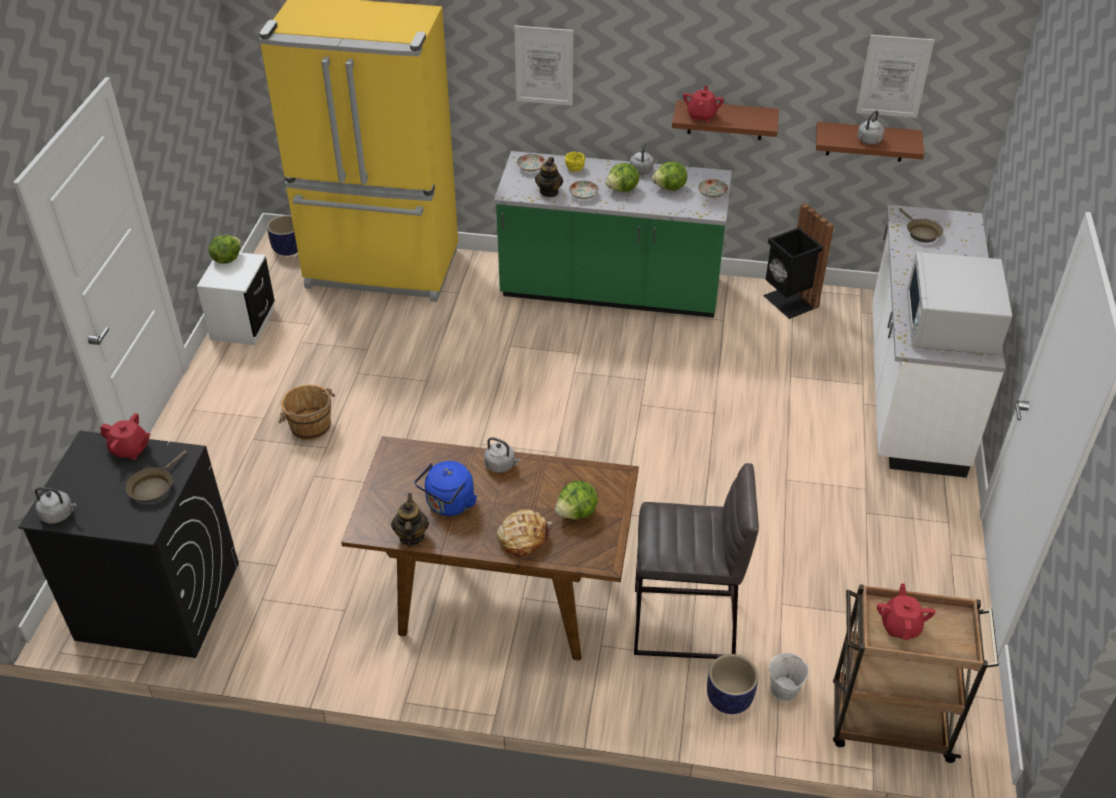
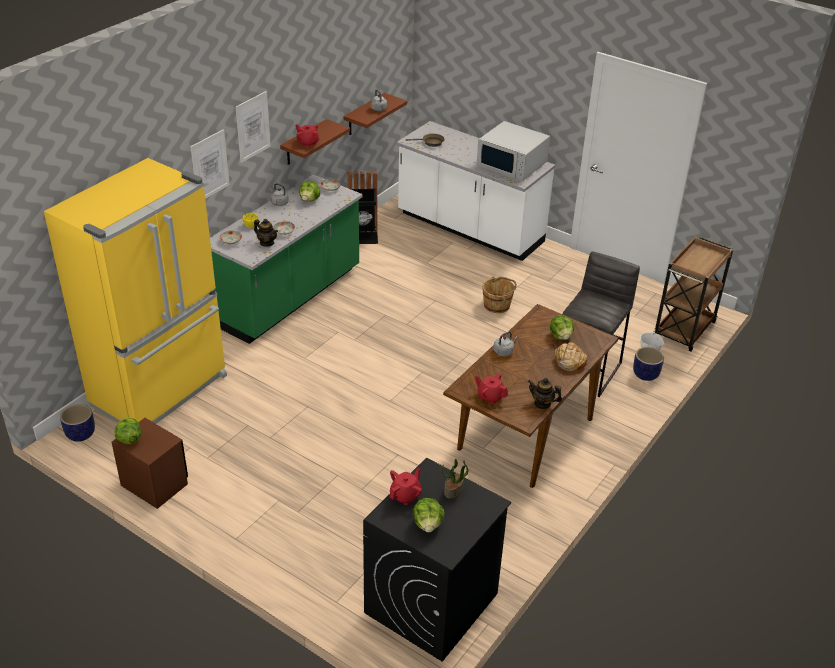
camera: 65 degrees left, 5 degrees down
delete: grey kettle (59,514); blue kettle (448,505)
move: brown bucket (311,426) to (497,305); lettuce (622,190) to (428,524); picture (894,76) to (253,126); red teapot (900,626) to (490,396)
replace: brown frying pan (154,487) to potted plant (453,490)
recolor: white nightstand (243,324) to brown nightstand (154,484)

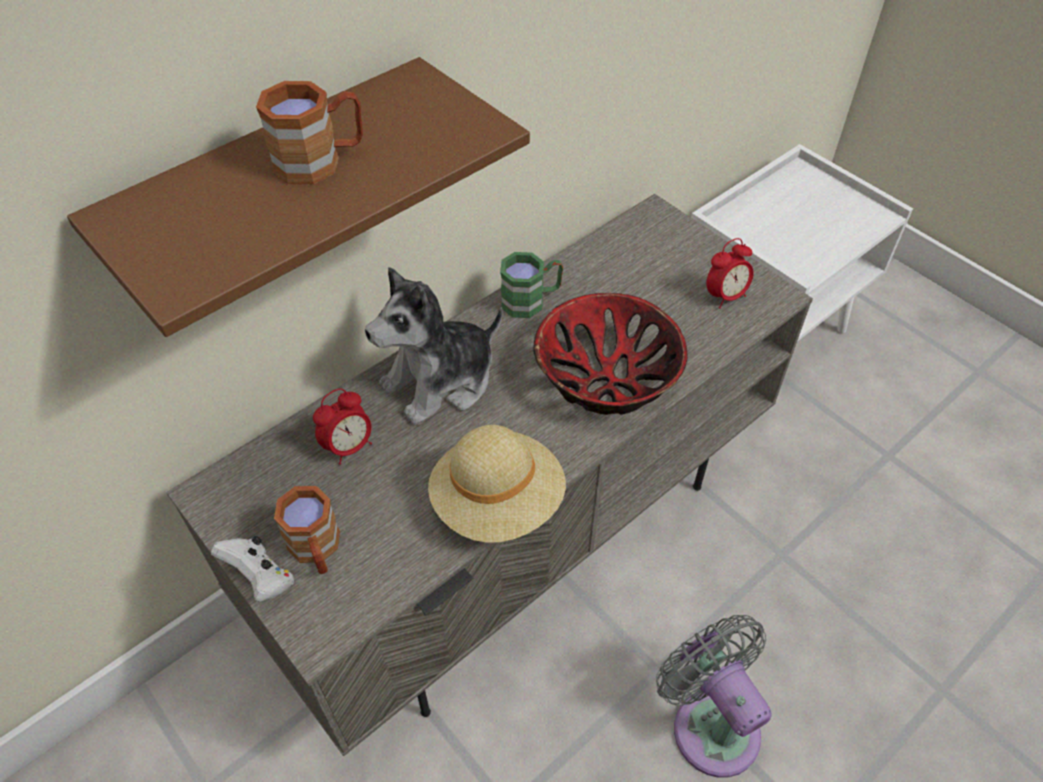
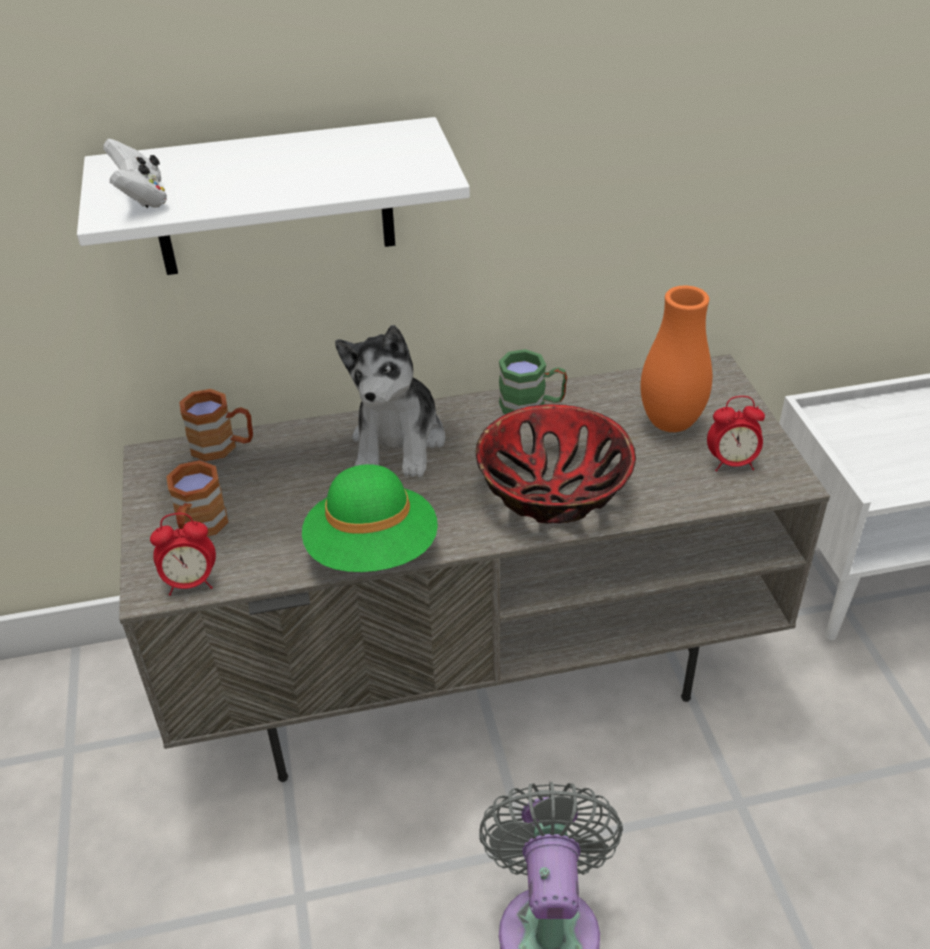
camera: 30 degrees right, 10 degrees down
insert: orange vase (670,423)
move: white game controller (261,578) to (141,198); brown mug (321,161) to (223,446); alarm clock (349,447) to (191,583)
recolor: brown shelf (275,191) to white shelf (273,199); beige hat (498,502) to green hat (373,551)
rotate: plush toy (441,381) = (398,442) 75 degrees counterclockwise

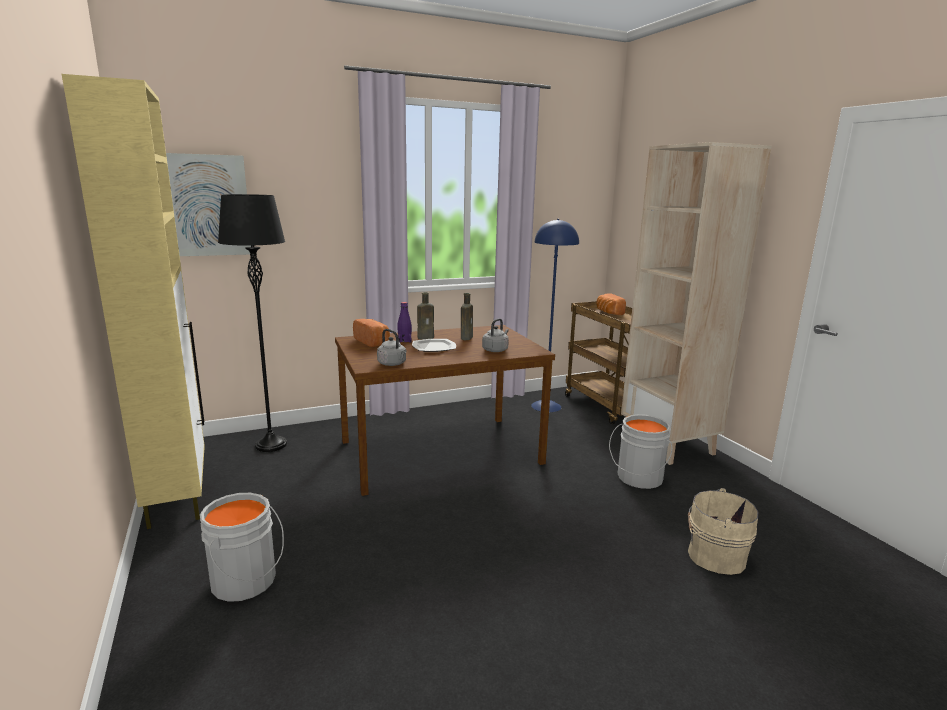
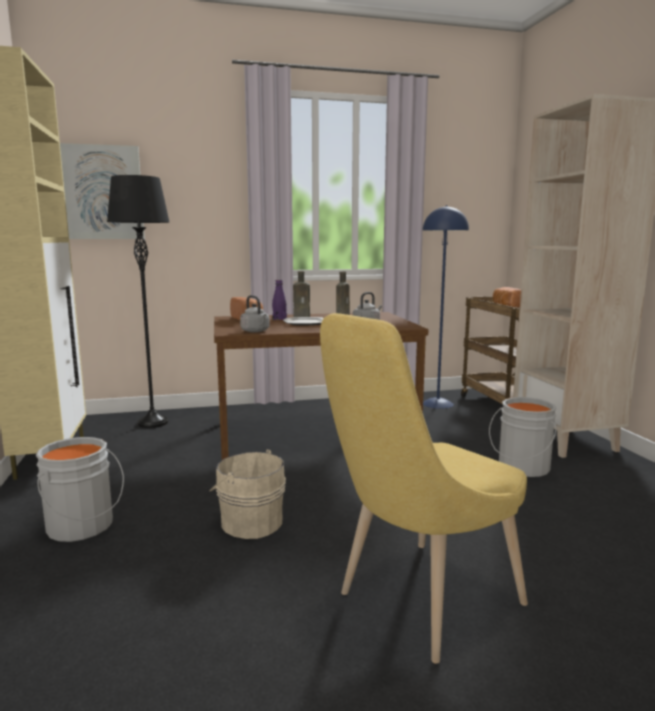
camera: 10 degrees right, 5 degrees down
insert: yellow chair (421,603)
move: beige bucket (713,555) to (250,522)

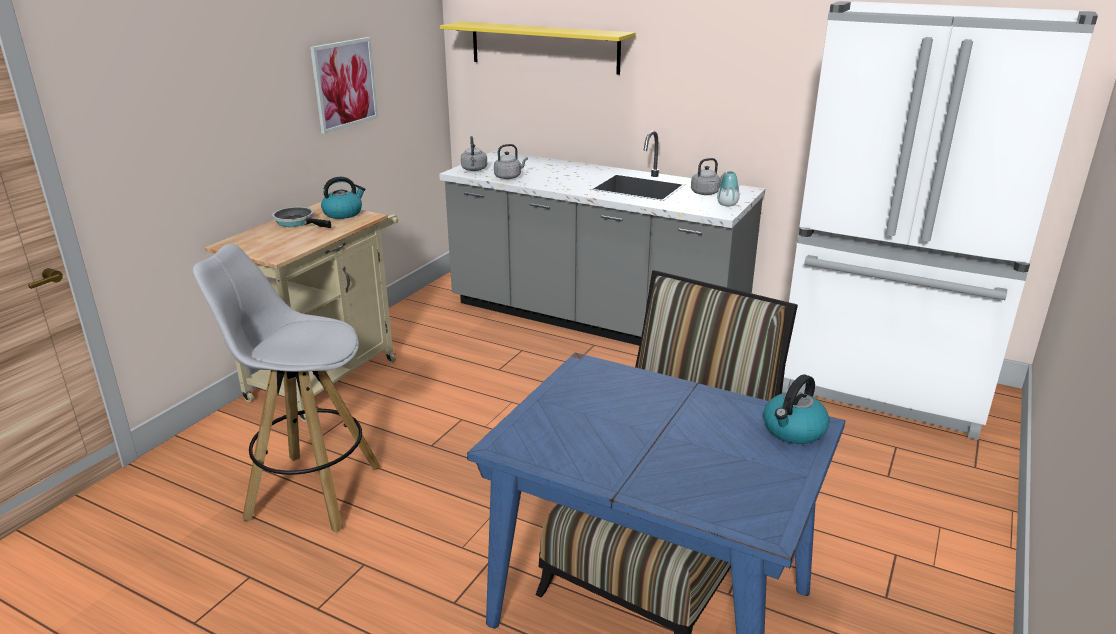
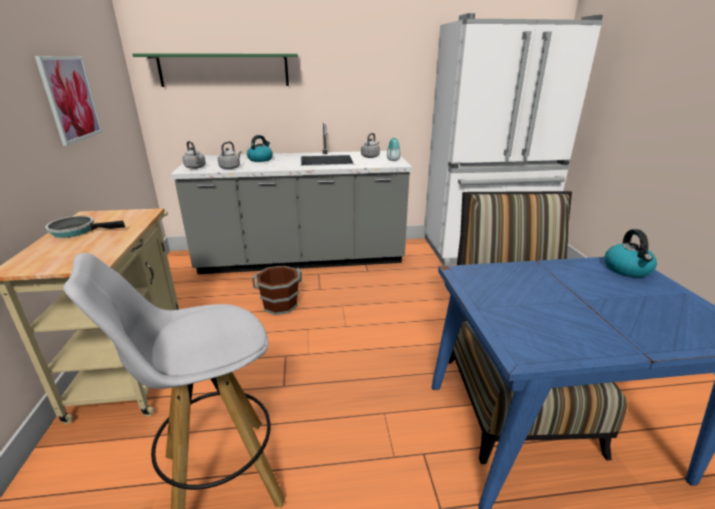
camera: 35 degrees left, 0 degrees up
insert: brown bucket (280,304)
move: kettle (343,213) to (260,159)
recolor: yellow shelf (544,47) to green shelf (224,70)

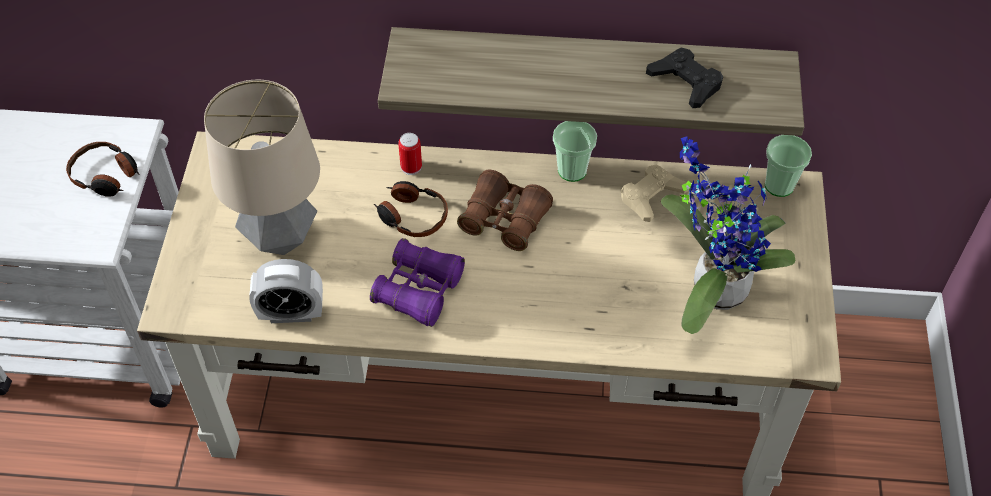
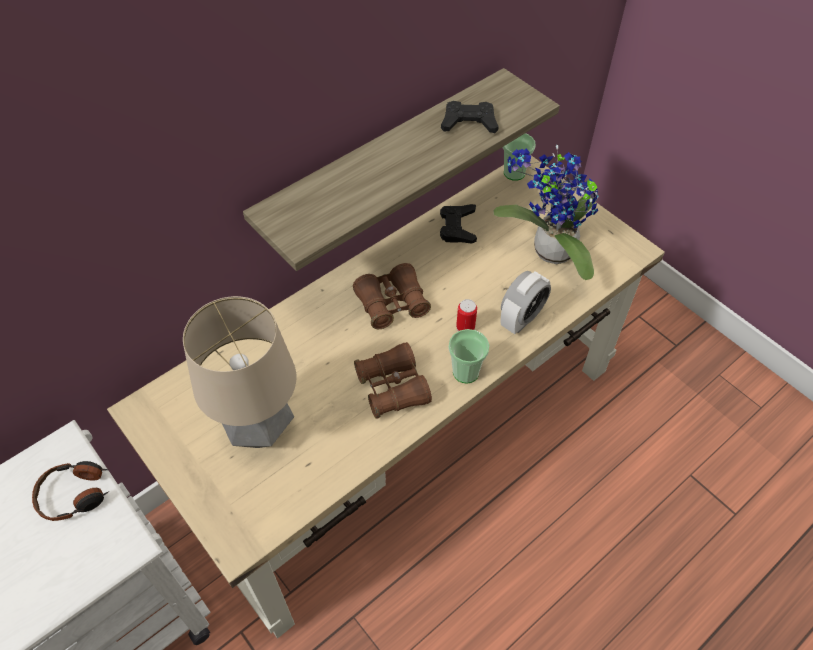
camera: 45 degrees left, 0 degrees up
delete: headphones (412,216)
move: alarm clock (291,313) to (521,319); can (411,167) to (465,327); cup (572,170) to (465,372)
recolor: purple binoculars (419,290) to brown binoculars (392,387); beige game controller (651,196) to black game controller (457,227)

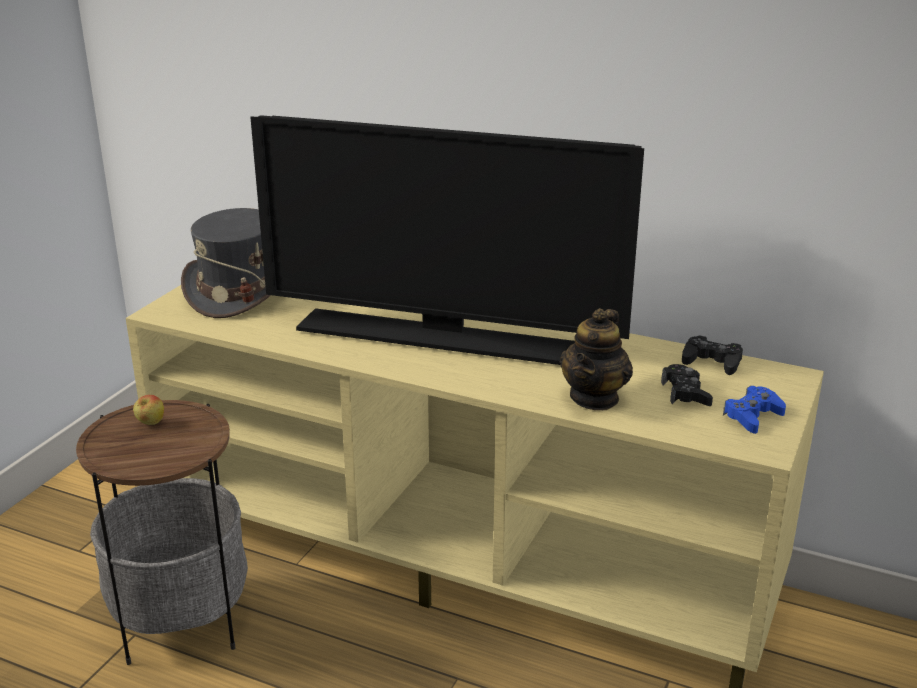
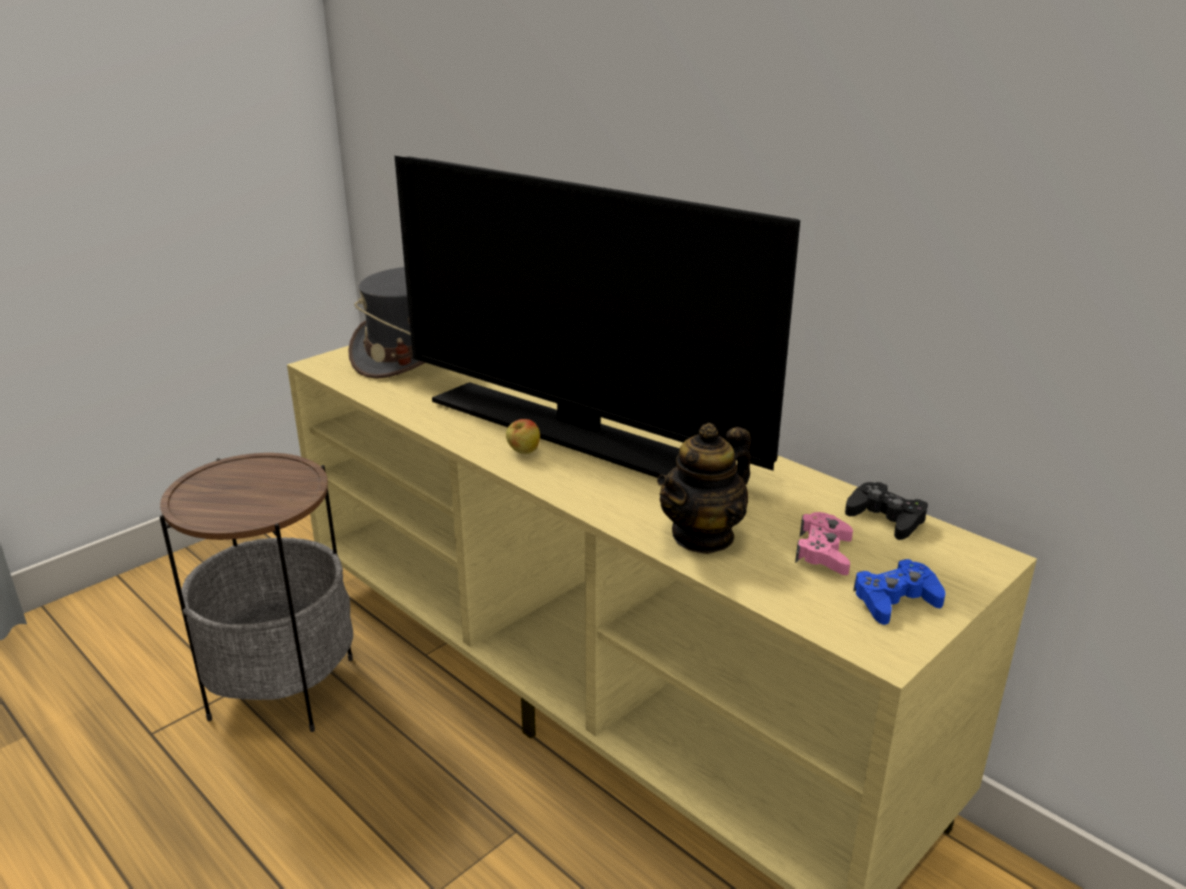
camera: 20 degrees right, 0 degrees up
move: apple (151,423) to (523,452)
recolor: black game controller (685,393) to pink game controller (823,552)

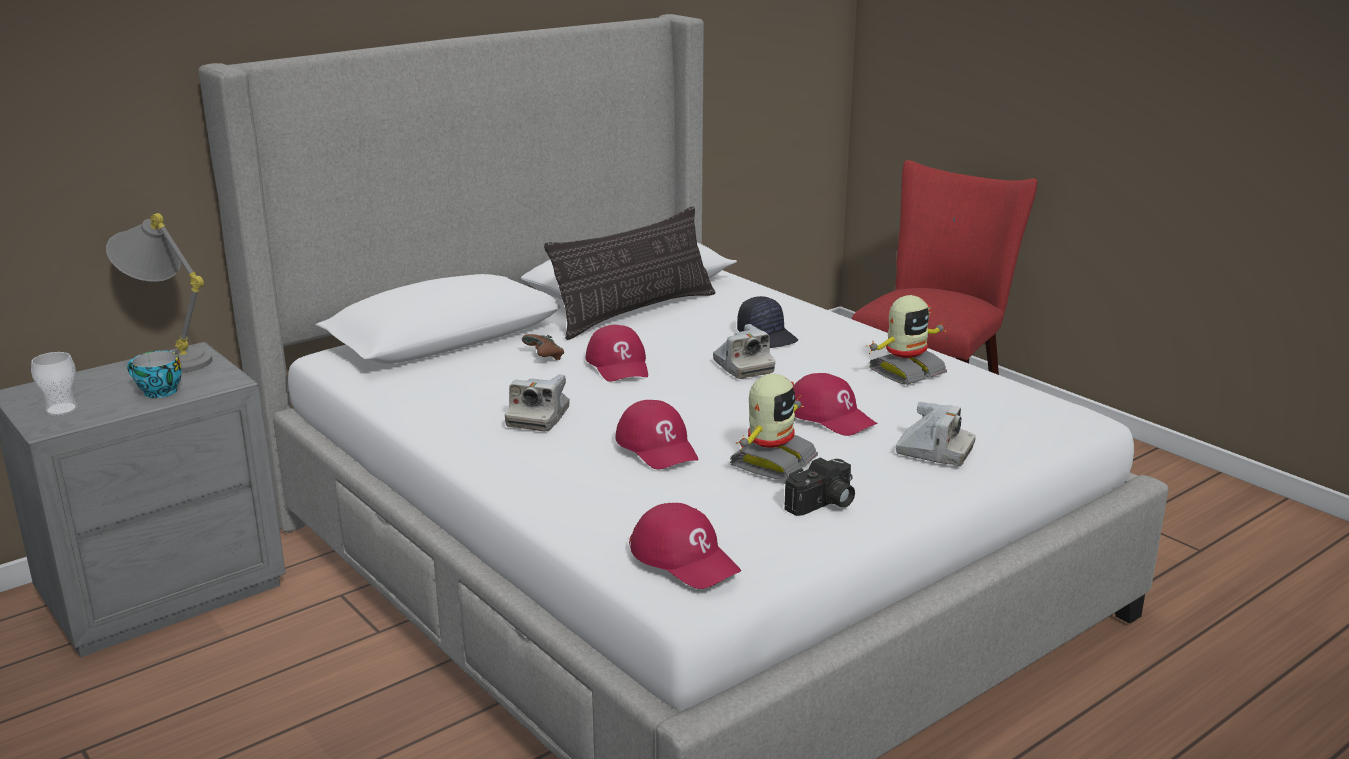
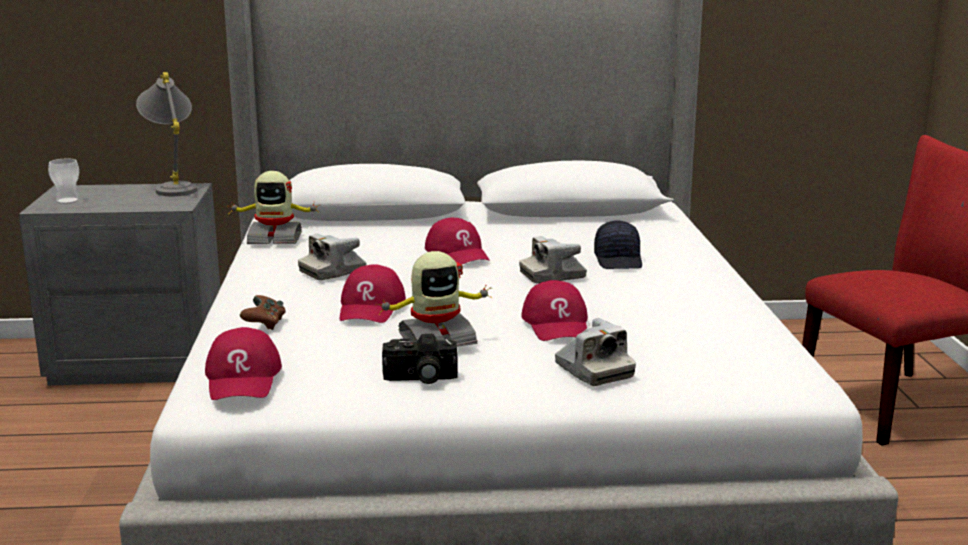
camera: 35 degrees right, 5 degrees down
delete: cup (157,392); pillow (635,313)
move: brown game controller (544,357) to (264,324); toy robot (905,371) to (275,239)
rotate: red cap (619,365) = (458,253) 45 degrees counterclockwise; photo camera (743,367) = (552,276) 60 degrees clockwise

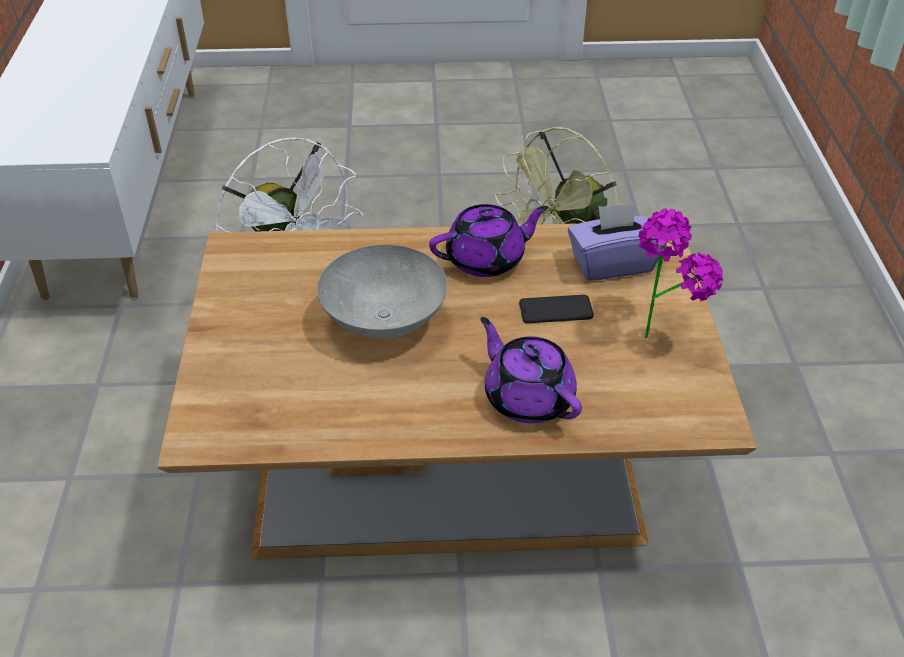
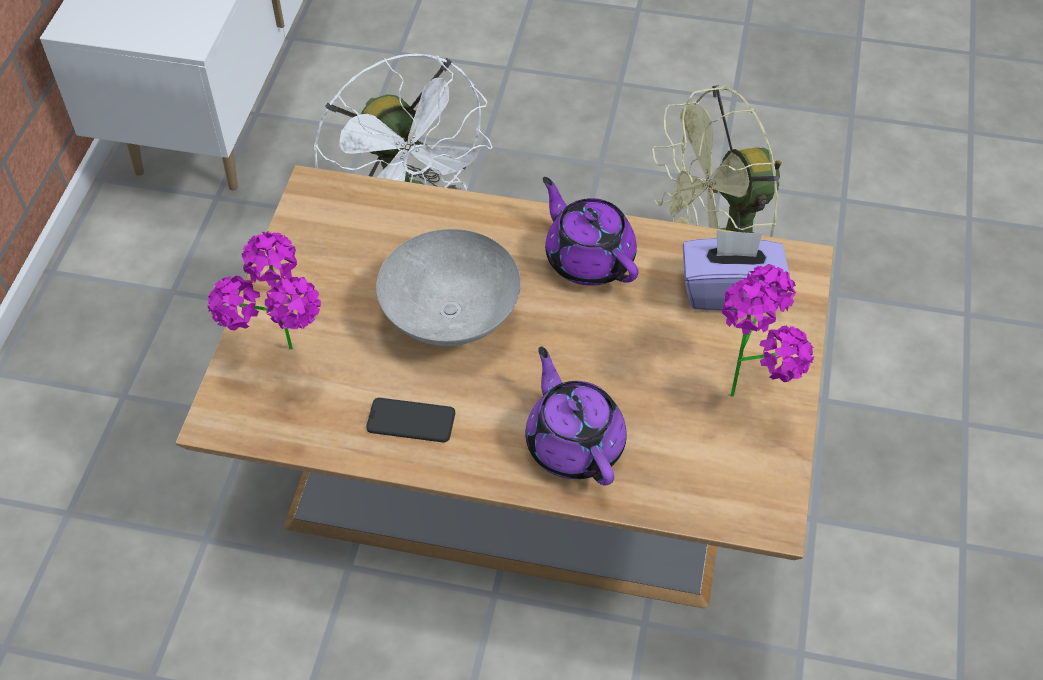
camera: 15 degrees right, 10 degrees up
insert: potted plant (286,365)
move: phone (556,310) to (411,421)
rotate: purple teapot (487,259) = (589,258) 120 degrees counterclockwise

